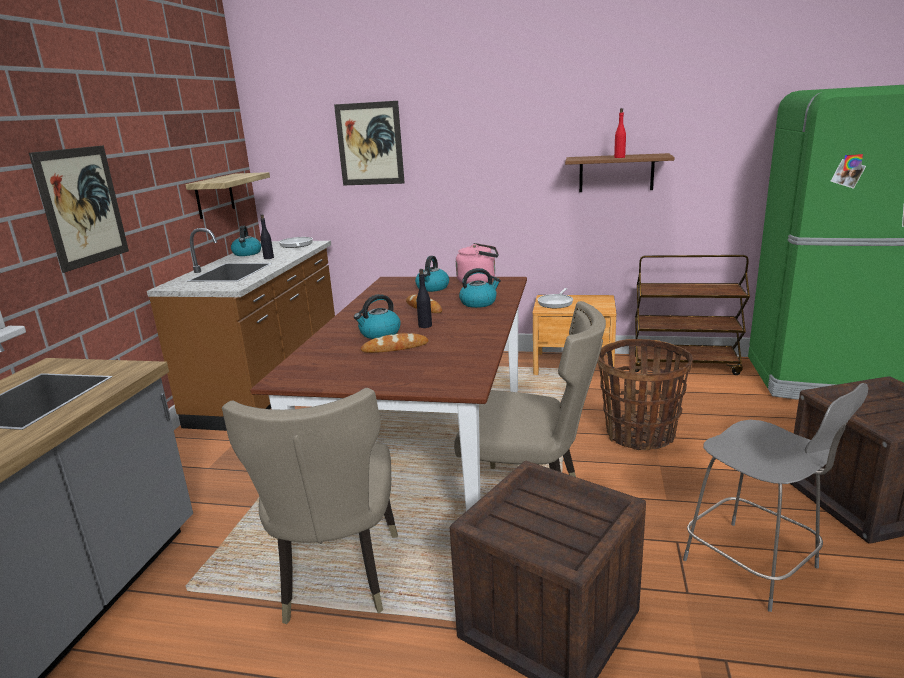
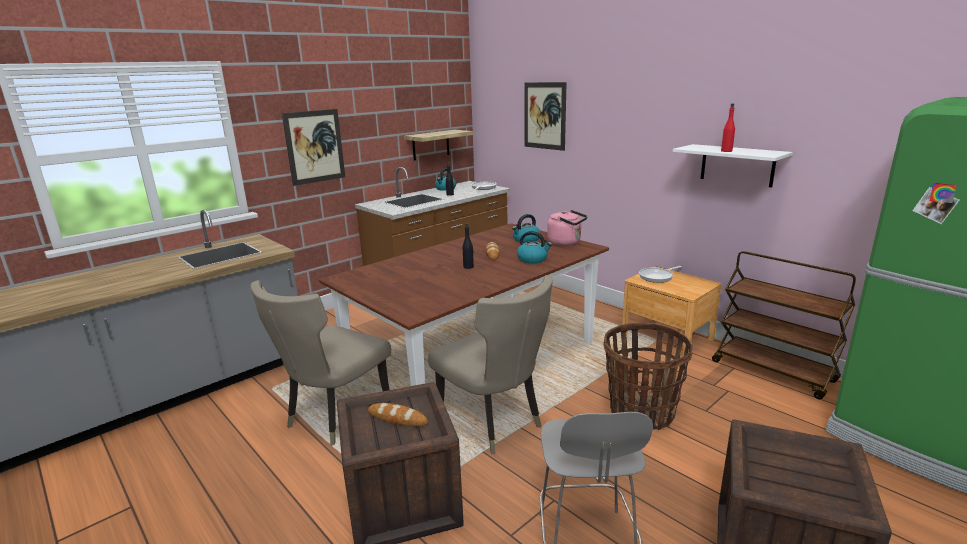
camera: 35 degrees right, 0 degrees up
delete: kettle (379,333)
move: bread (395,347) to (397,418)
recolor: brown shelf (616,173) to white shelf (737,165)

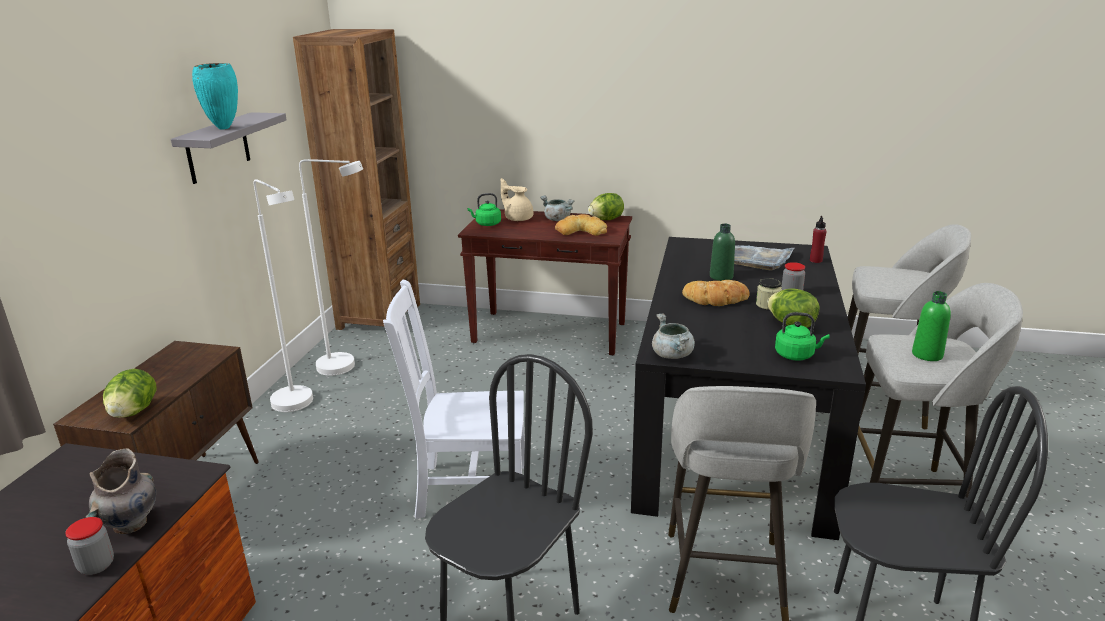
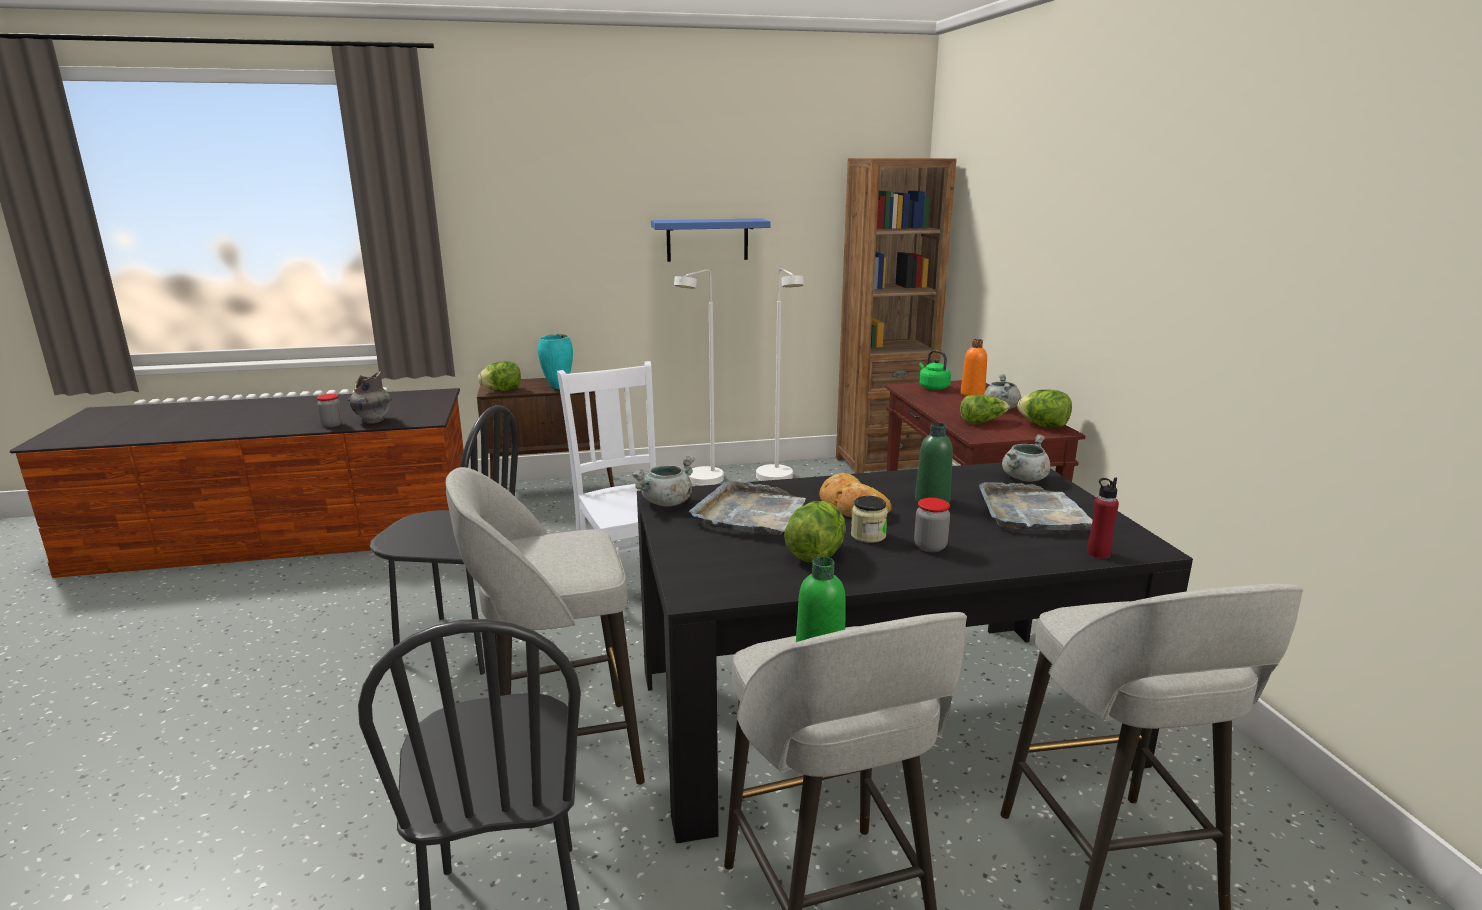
camera: 65 degrees right, 5 degrees down
delete: green kettle (796,355)
insert: grey tray (750,514); grey cooking pot (1024,478)
move: turquoise vase (224,128) to (557,388)
replace: beige teapot (518,218) to orange bottle (972,394); bread (581,231) to lettuce (982,422)
recolor: grey shelf (218,148) to blue shelf (707,240)

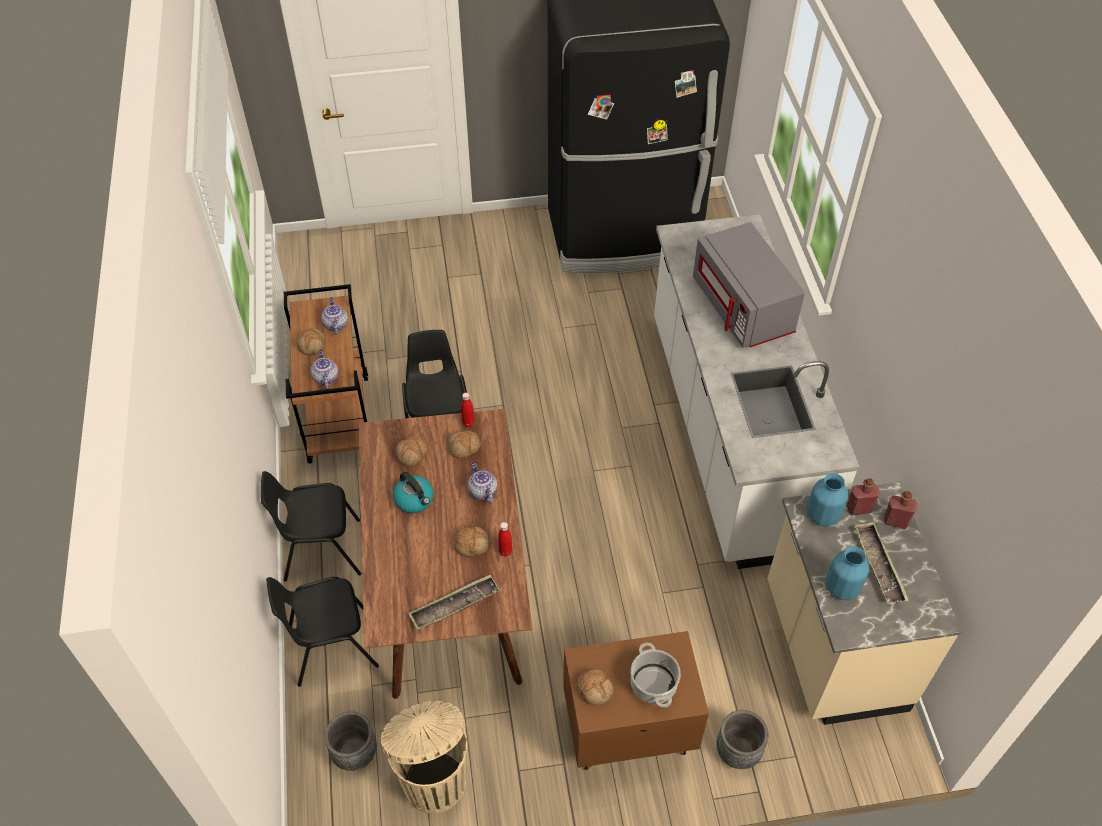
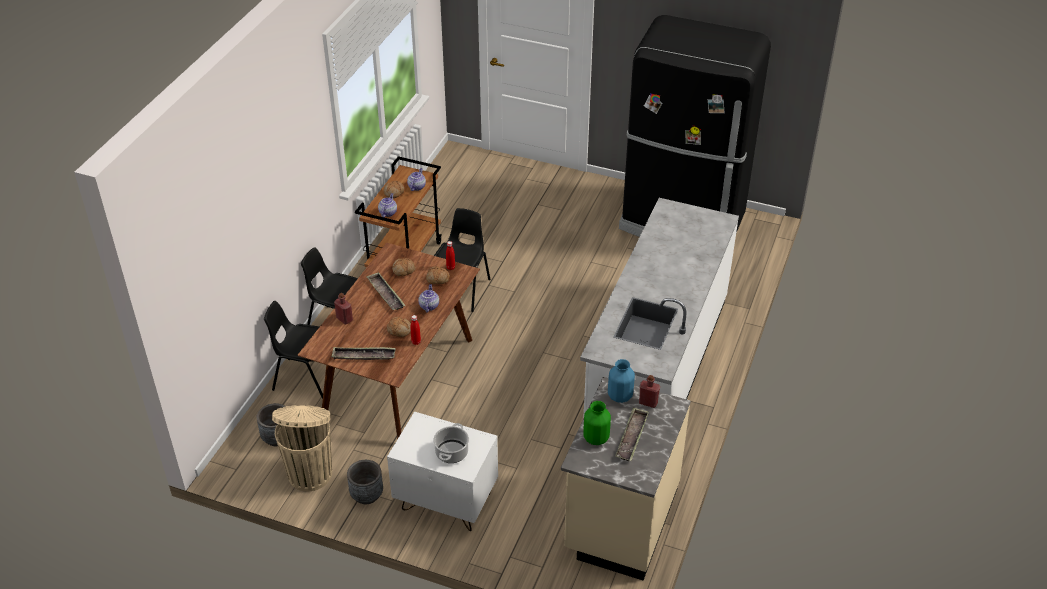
camera: 30 degrees right, 10 degrees down
delete: bread (595,689); grey microwave (743,308)
move: grey planter (738,751) to (366,495); red bottle (895,521) to (344,319)
replace: kettle (415,500) to tray (385,294)
recolor: brown nightstand (627,731) to white nightstand (445,502); blue vase (841,587) to green vase (596,438)

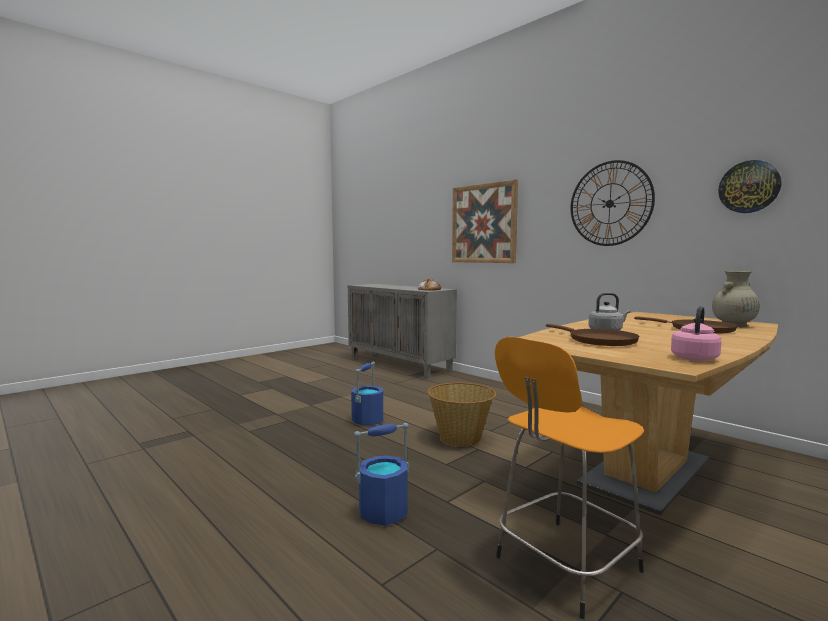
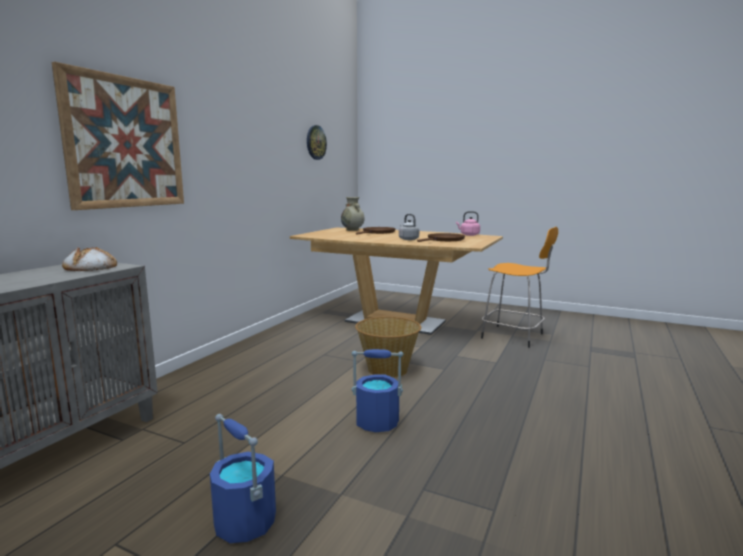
camera: 110 degrees left, 5 degrees up
delete: wall clock (610,203)
move: blue bucket (384,512) to (244,522)

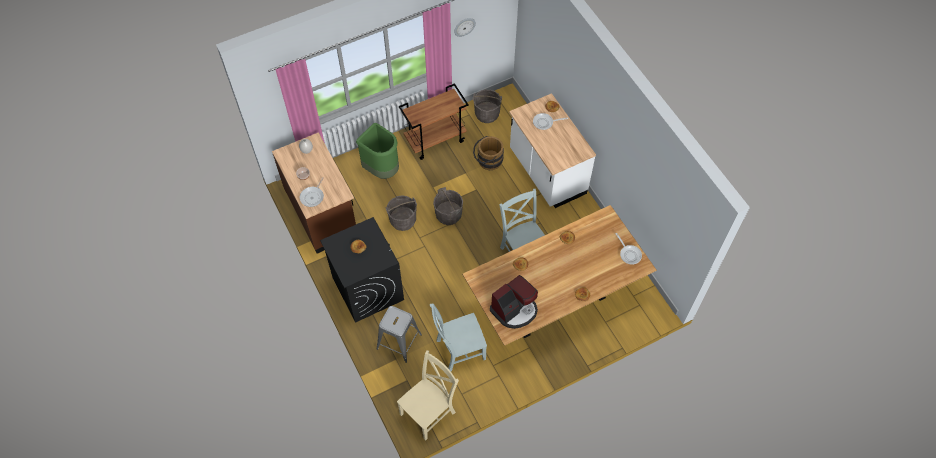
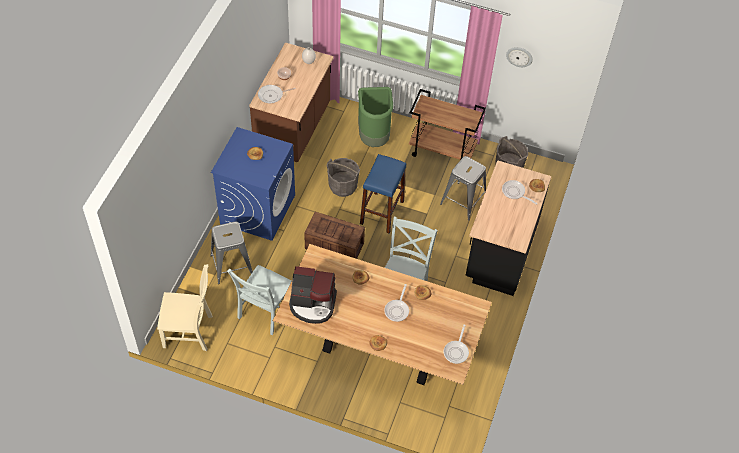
camera: 45 degrees right, 5 degrees down
insert: crate (333,245); frying pan (397,310)
replace: grey bucket (448,214) to blue stool (382,212); brown bucket (487,161) to grey stool (463,201)
recolor: black washing machine (367,288) to blue washing machine (257,209); white counter (546,172) to black counter (500,251)
rotate: grey chair (458,350) = (264,312) 90 degrees counterclockwise

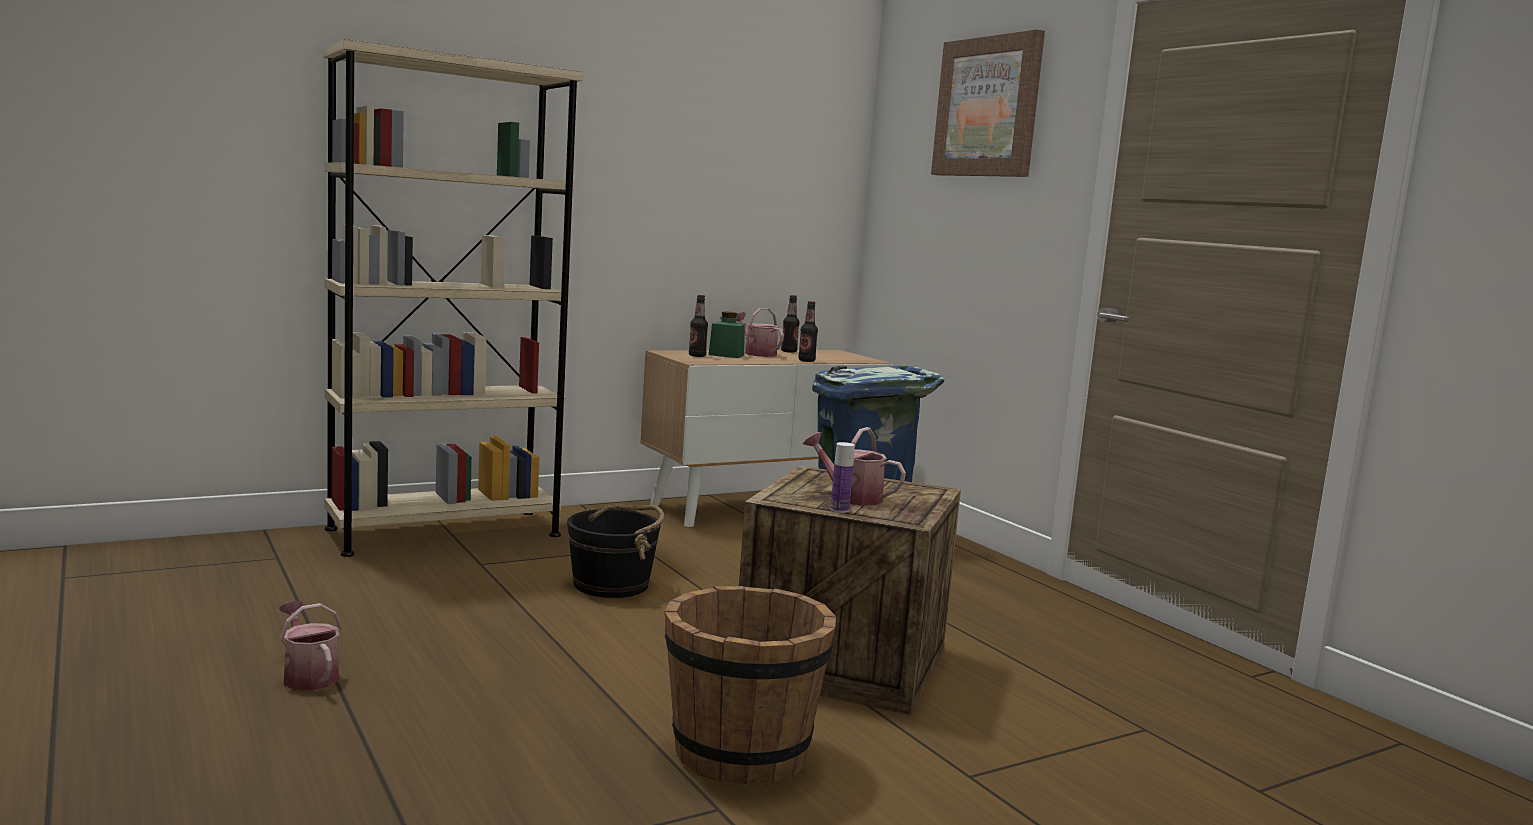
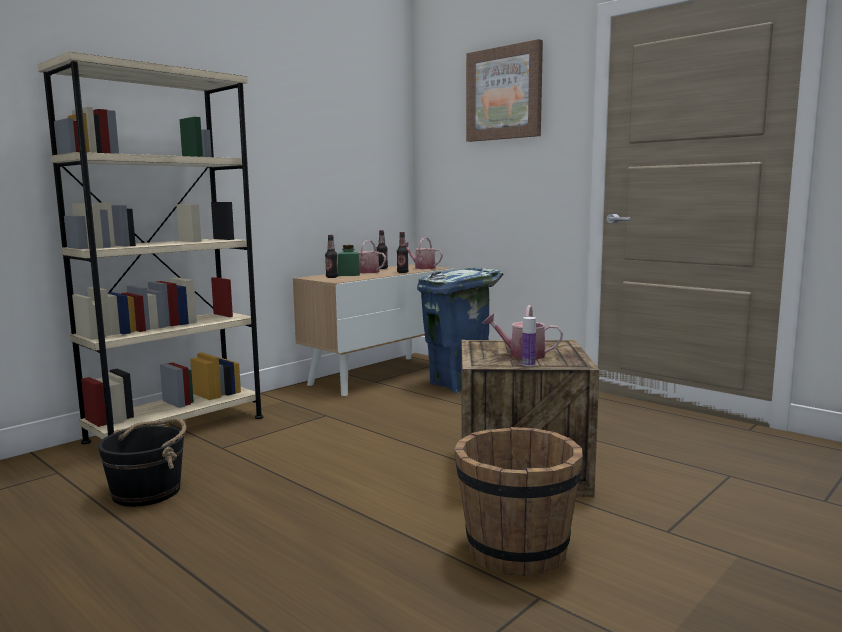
camera: 15 degrees left, 0 degrees up
move: watering can (308,675) to (422,267); black bucket (612,584) to (148,491)

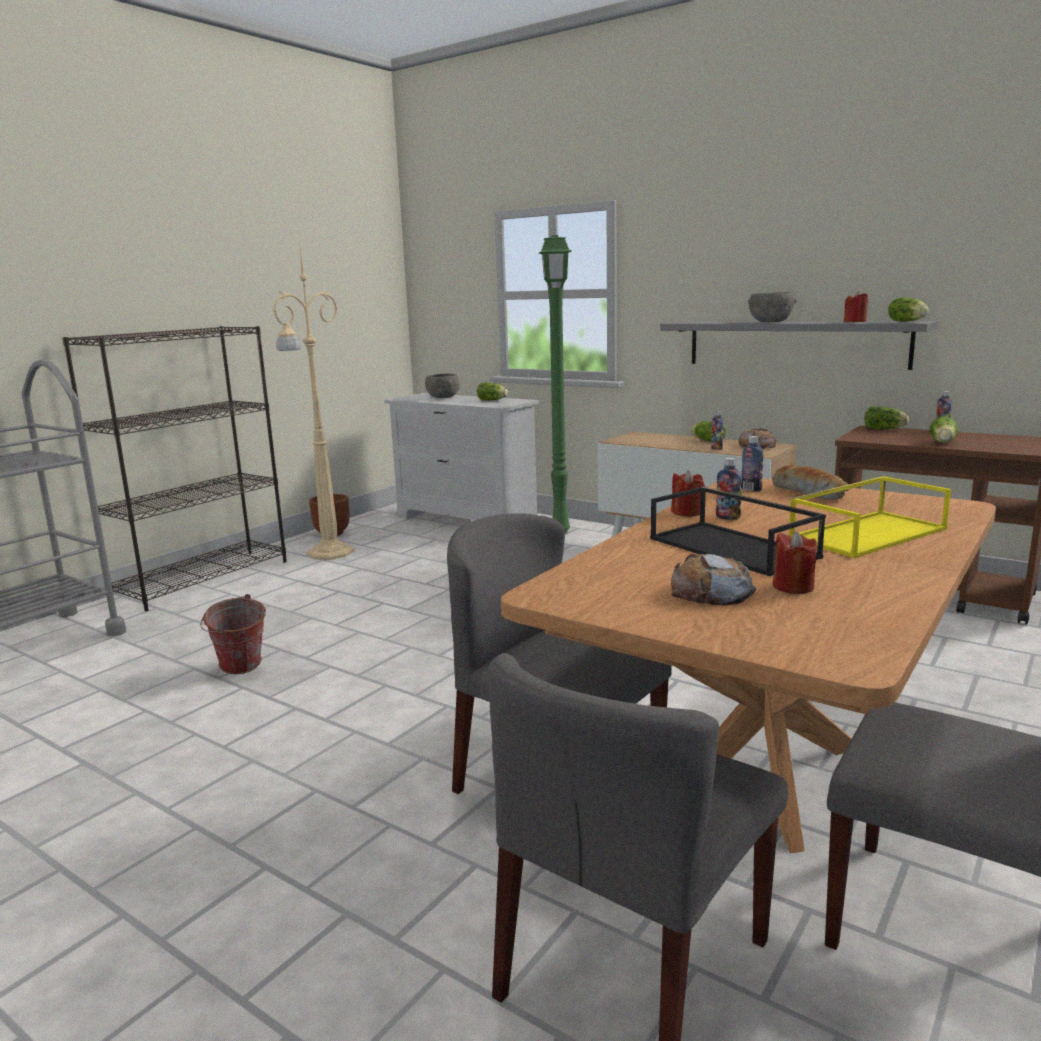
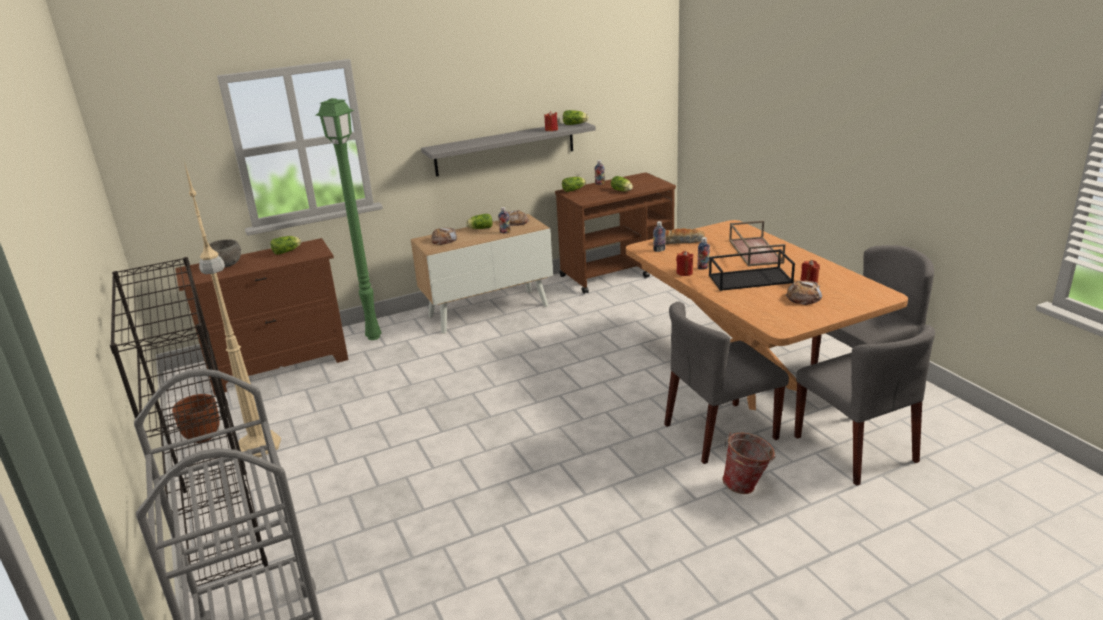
camera: 60 degrees left, 10 degrees up
delete: grey bowl (770,321)
insert: bread (444,240)
move: bucket (240,670) to (747,487)
recolor: white dresser (466,520) to brown dresser (280,365); yellow tray (867,533) to brown tray (754,251)

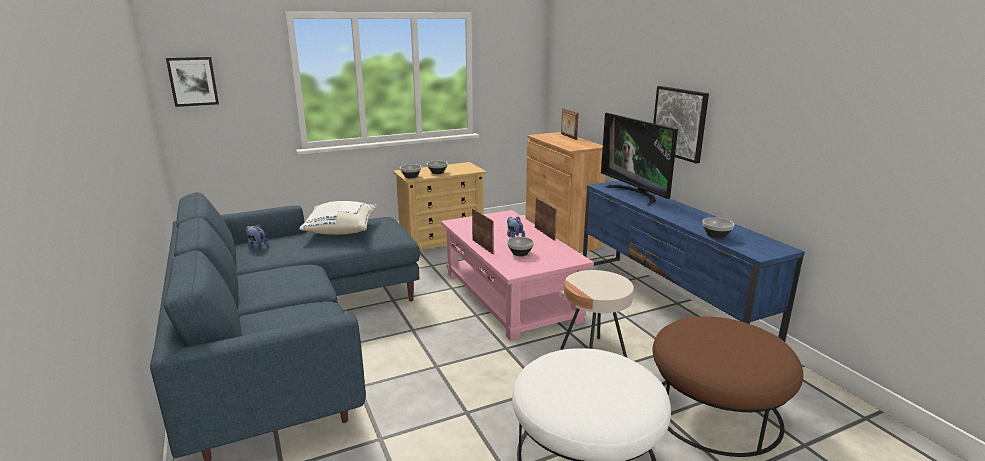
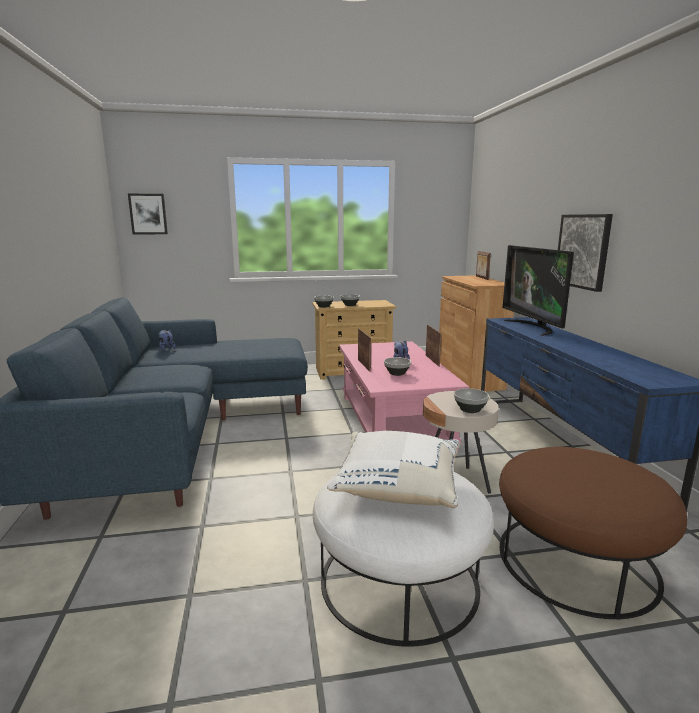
camera: 15 degrees right, 5 degrees down
move: white pillow (341,230) to (397,487); bowl (716,236) to (470,410)

